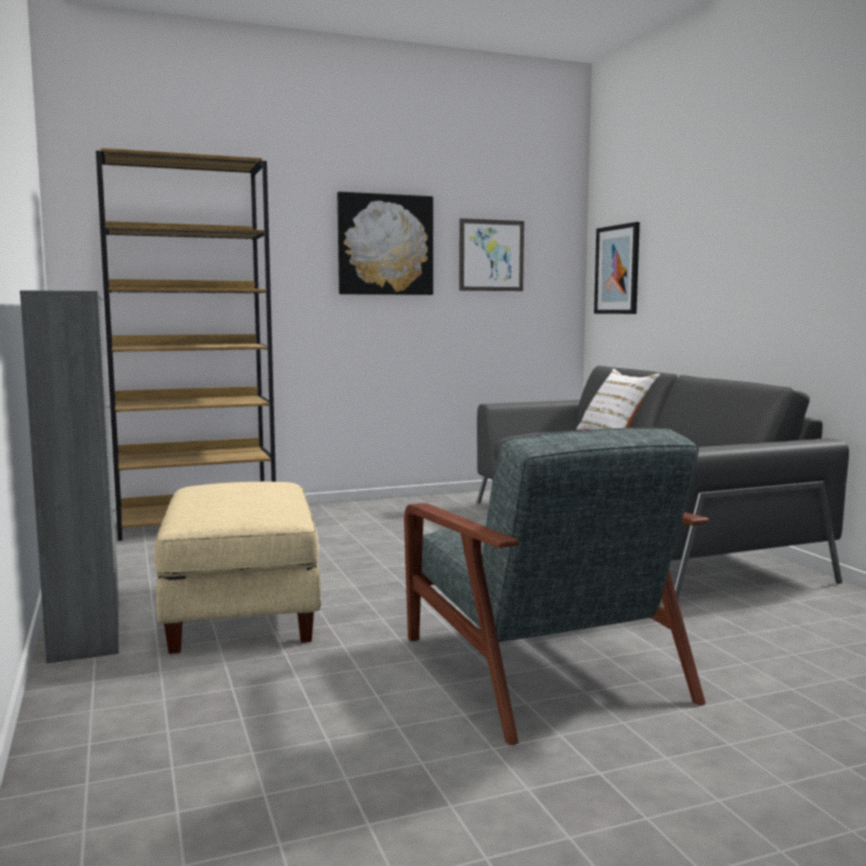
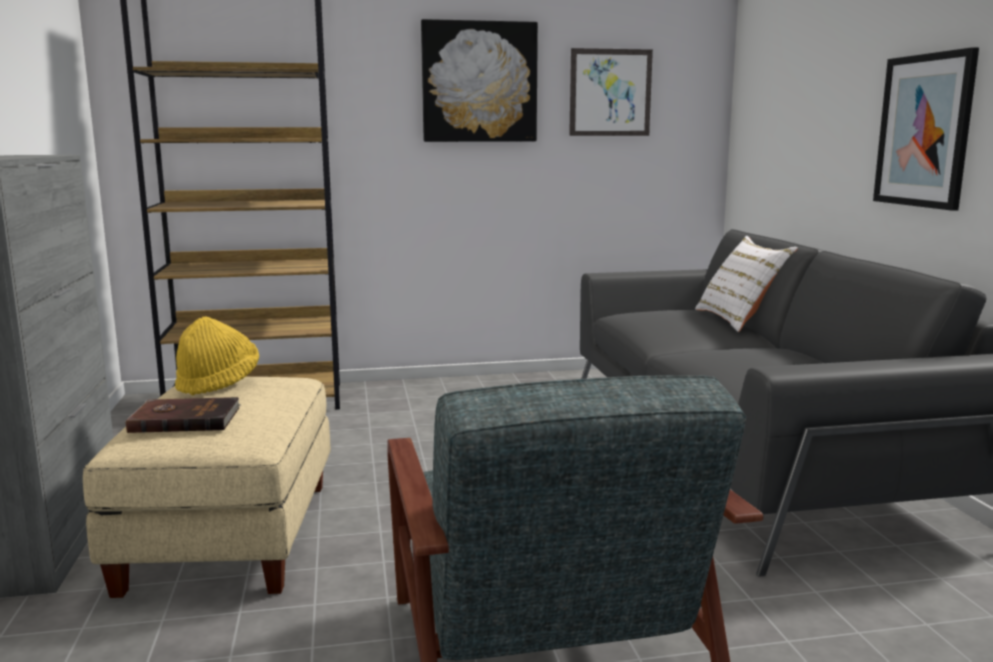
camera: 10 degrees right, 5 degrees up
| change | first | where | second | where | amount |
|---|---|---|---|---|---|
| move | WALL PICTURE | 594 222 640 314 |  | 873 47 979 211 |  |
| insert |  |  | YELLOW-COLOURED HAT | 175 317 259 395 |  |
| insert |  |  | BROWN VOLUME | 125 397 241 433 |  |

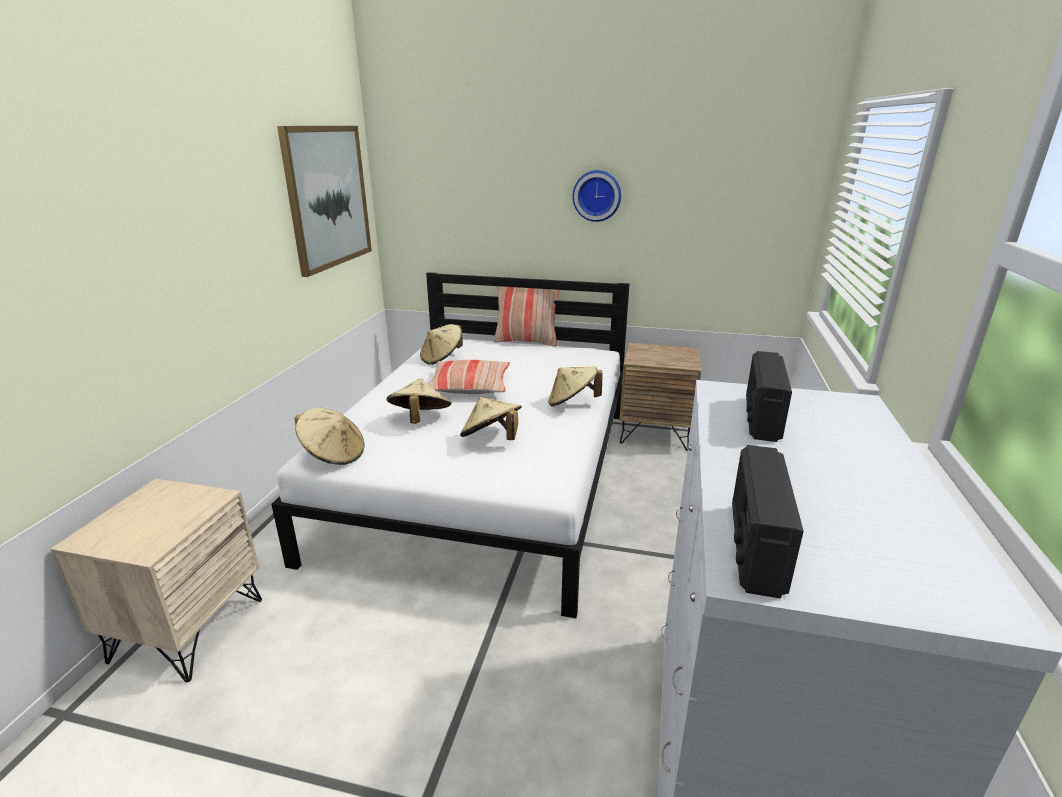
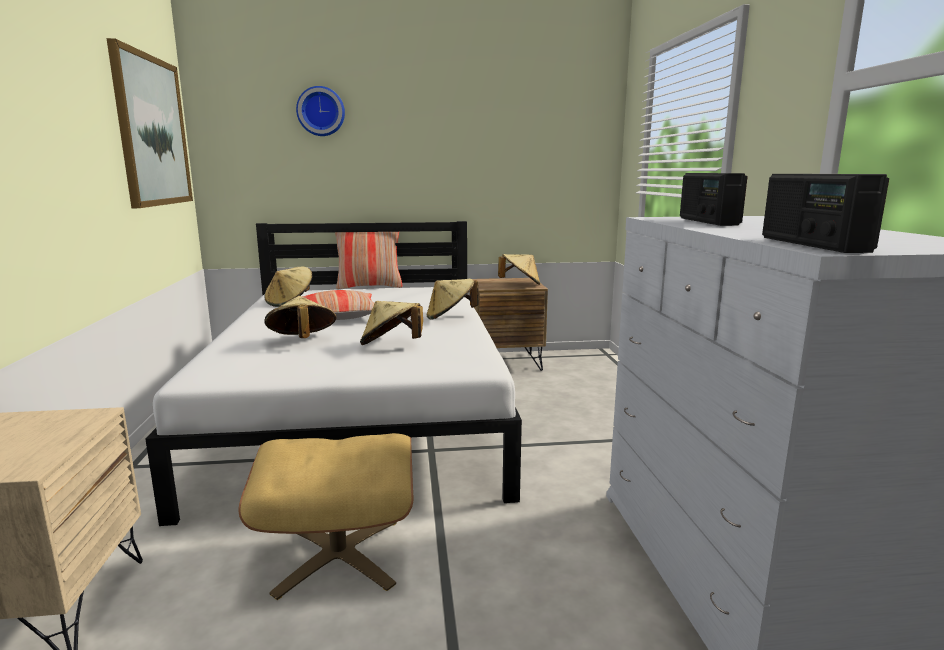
camera: 20 degrees left, 10 degrees down
| change | first | where | second | where | amount |
|---|---|---|---|---|---|
| move | WALL CLOCK | 573 170 621 222 |  | 296 86 345 136 |  |
| move | BEIGE-COLOURED HAT | 295 408 364 465 |  | 498 254 540 285 |  |
| insert |  |  | BEIGE-COLOURED POUFFE | 239 433 414 600 |  |

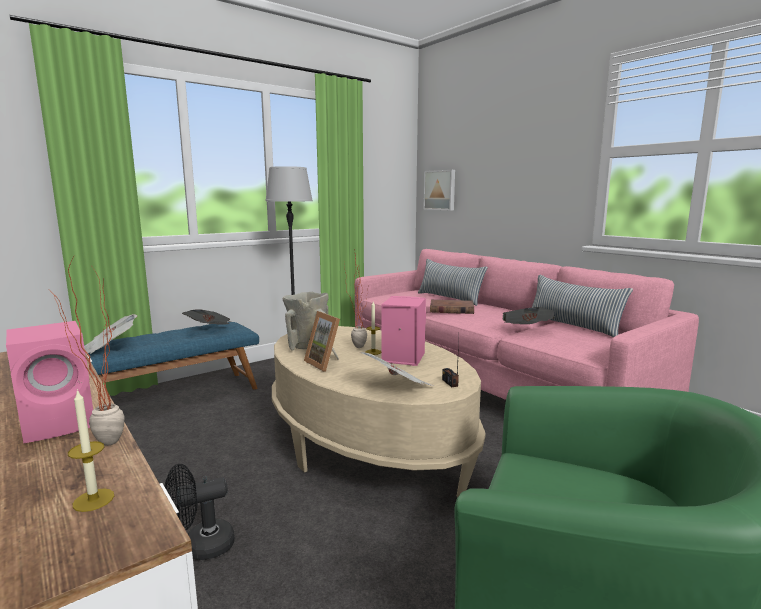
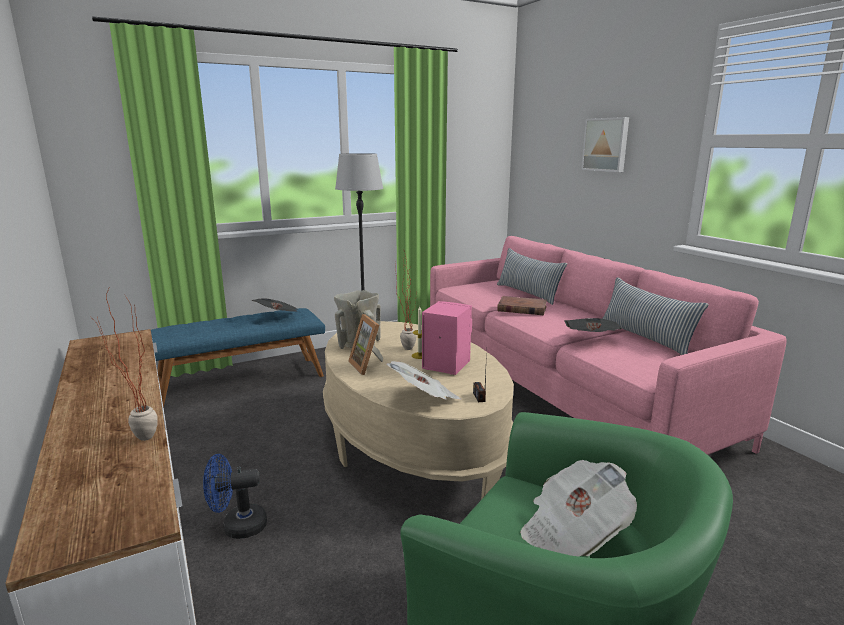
camera: 10 degrees right, 5 degrees up
| change | first | where | second | where | amount |
|---|---|---|---|---|---|
| move | WALL PICTURE | 423 170 455 210 |  | 581 117 629 172 |  |
| move | NEWSPAPER | 84 314 137 354 |  | 520 460 637 557 |  |
| delete | PINKISH LOUDSPEAKER | 6 321 93 443 |  |  |  |
| delete | CANDLE | 68 389 114 512 |  |  |  |
| recolor | BLACK COOLING FAN | 165 464 235 560 | BLUE-COLOURED COOLING FAN | 203 454 267 539 |  |

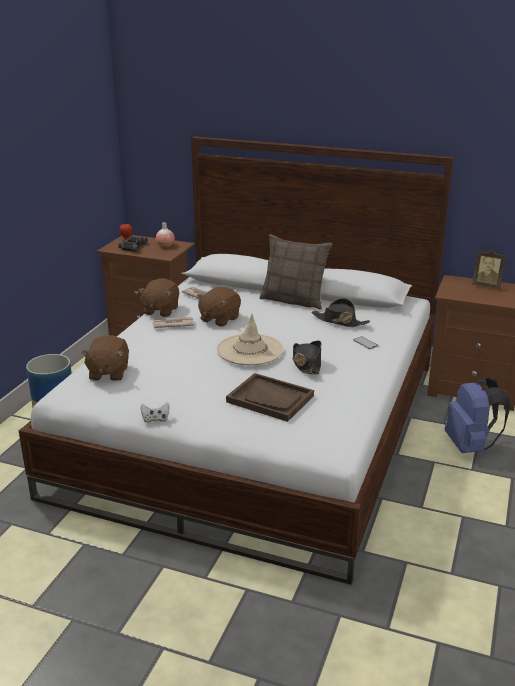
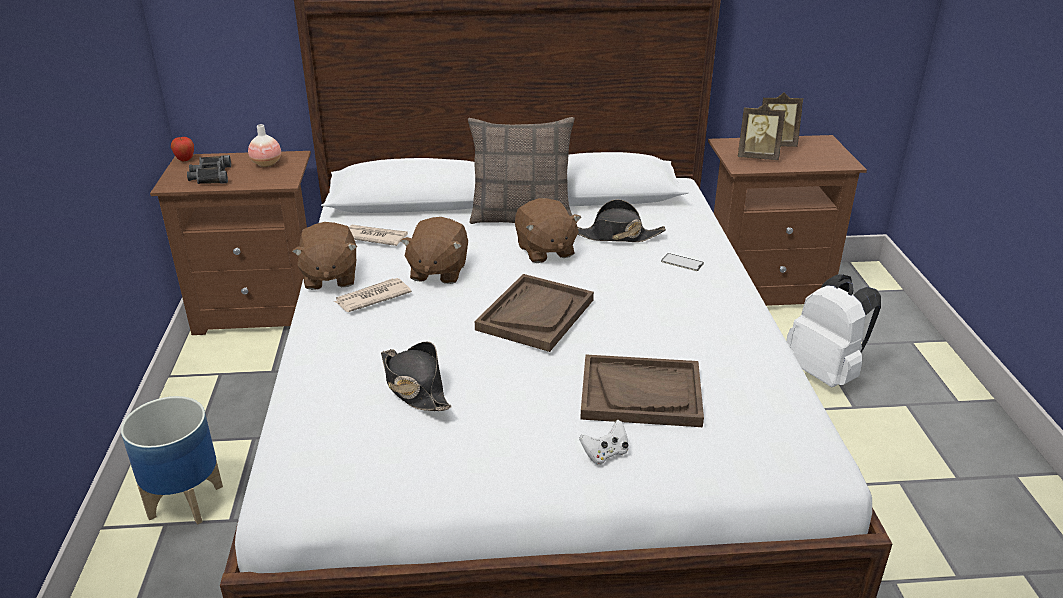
camera: 25 degrees left, 5 degrees up
| change | first | where | second | where | amount |
|---|---|---|---|---|---|
| replace | BEIGE-COLOURED HAT | 217 314 283 365 | BROWN CARRYING TRAY | 475 274 594 352 |  |
| move | BROWN SOFT TOY | 81 335 129 381 |  | 515 198 581 263 |  |
| move | BLACK HAT | 292 341 321 375 |  | 381 342 452 411 |  |
| recolor | BLUE-COLOURED BACKPACK | 445 377 510 453 | WHITE BACKPACK | 786 274 881 387 |  |
| move | WHITE GAME CONTROLLER | 140 402 170 423 |  | 579 420 629 465 |  |
| insert |  |  | STANDING FRAME | 738 103 786 160 |  |

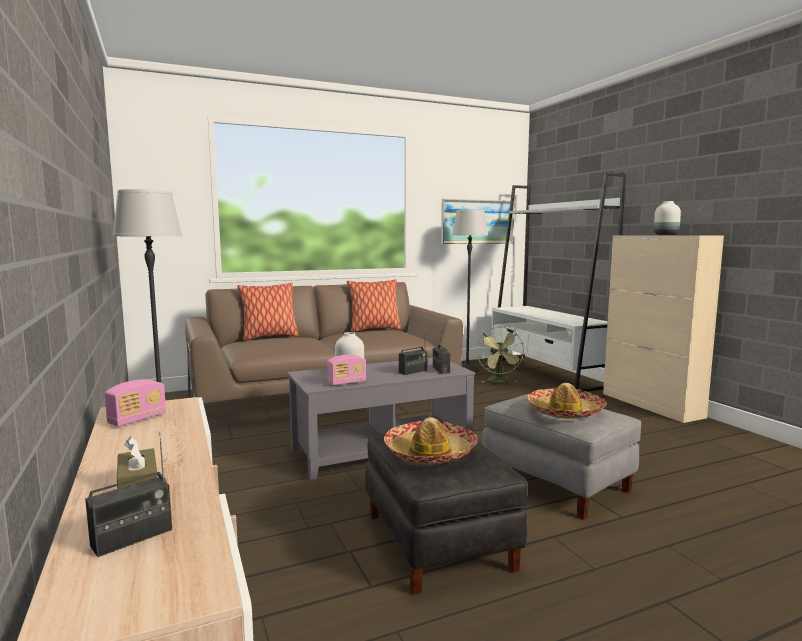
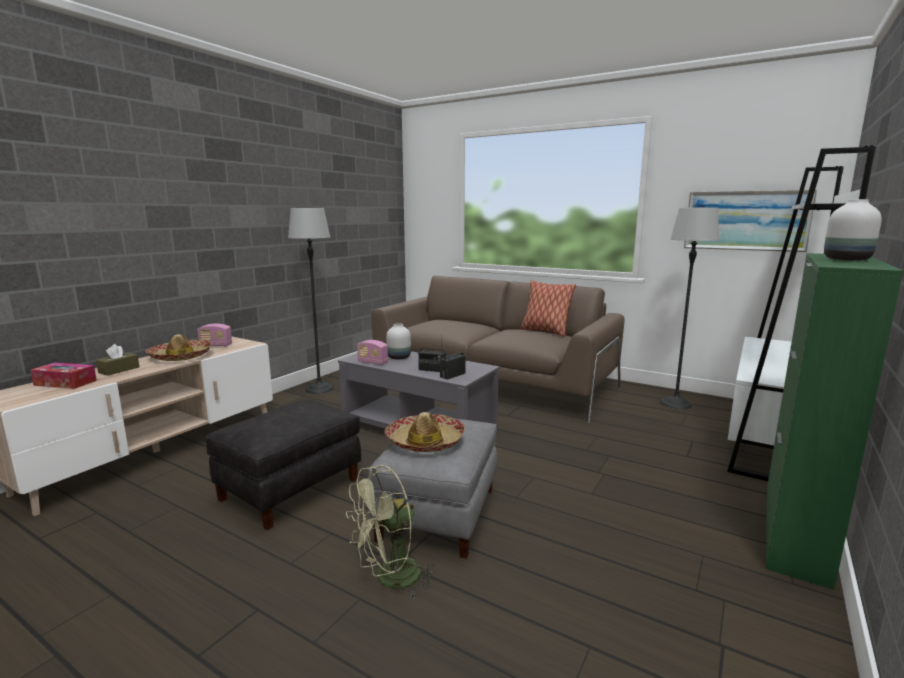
camera: 55 degrees right, 5 degrees up
| change | first | where | second | where | amount |
|---|---|---|---|---|---|
| recolor | BEIGE-COLOURED STORAGE CABINET | 603 235 724 423 | GREEN STORAGE CABINET | 766 253 903 590 |  |
| delete | THROW PILLOW | 237 283 299 341 |  |  |  |
| move | GREEN COOLING FAN | 476 327 524 383 |  | 346 465 436 599 |  |
| move | HAT | 384 417 478 465 |  | 145 334 212 361 |  |
| replace | RADIO SET | 85 432 172 557 | TISSUE HOLDER | 30 363 97 389 |  |

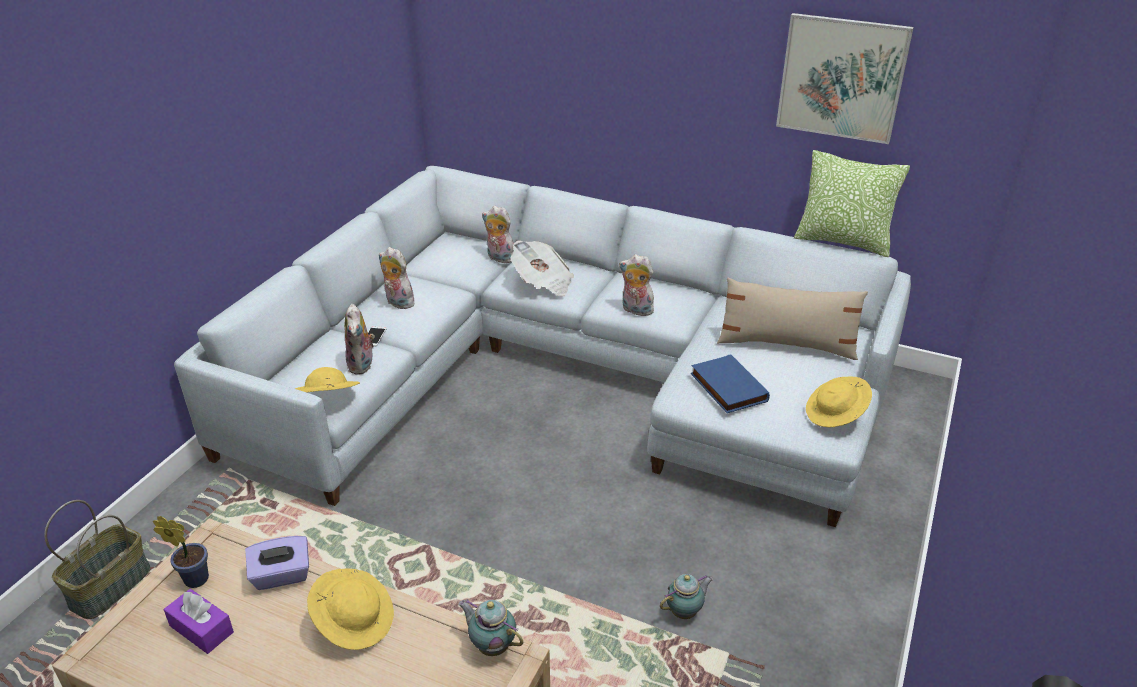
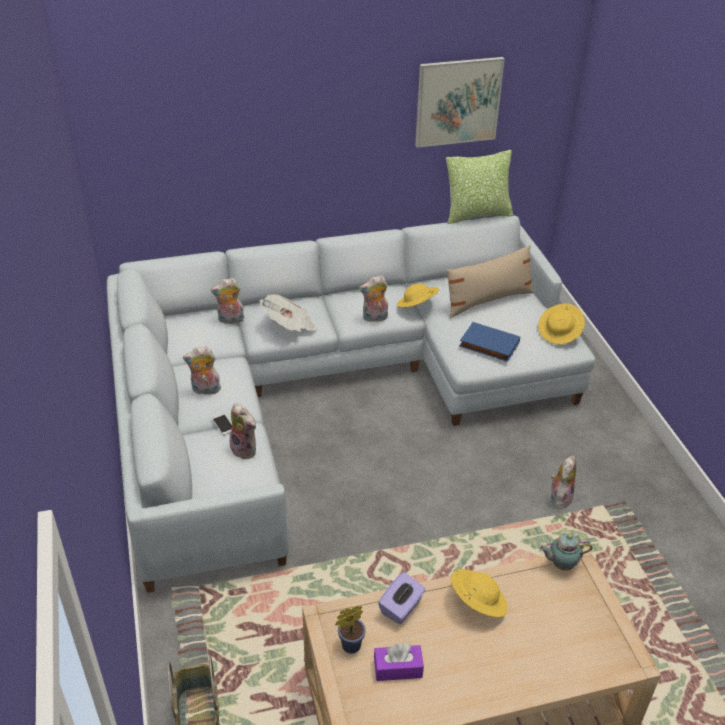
camera: 40 degrees left, 5 degrees up
| change | first | where | second | where | amount |
|---|---|---|---|---|---|
| move | YELLOW-COLOURED HAT | 295 367 360 392 |  | 397 284 439 308 |  |
| replace | POT FOR TEA | 660 574 713 619 | SOFT TOY | 551 456 576 509 |  |

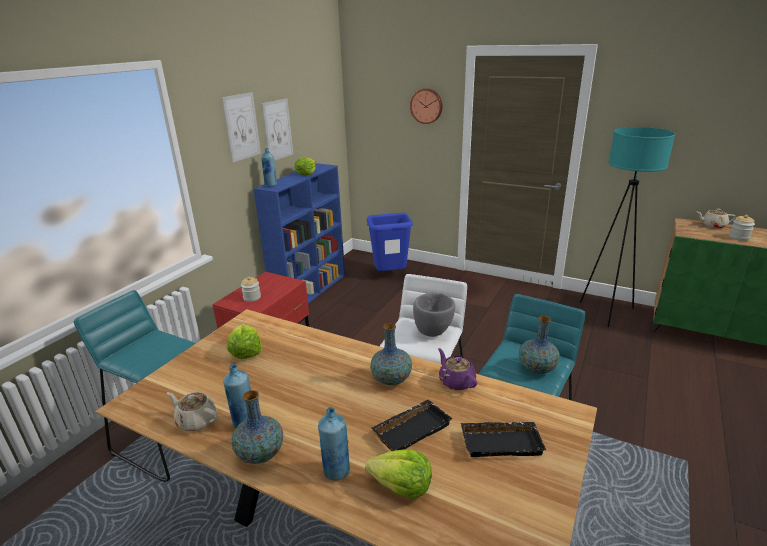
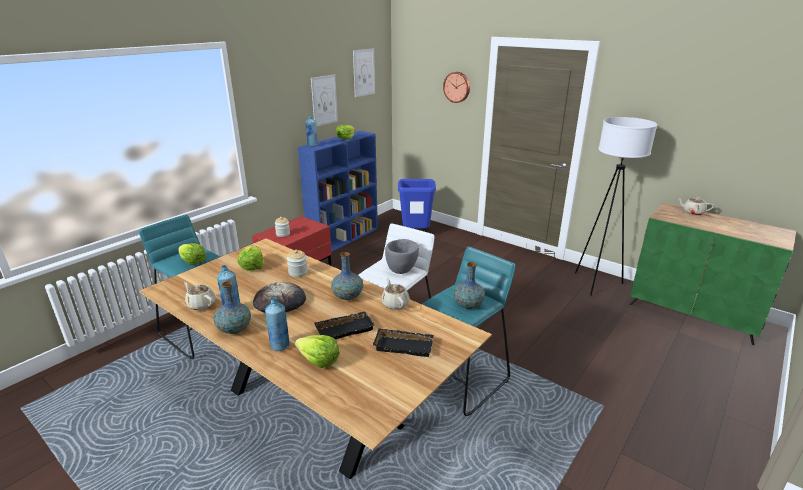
camera: 10 degrees right, 0 degrees up
| change | first | where | second | where | amount |
|---|---|---|---|---|---|
| move | WALL PICTURE | 222 92 261 162 |  | 353 48 375 97 |  |
| recolor | TURQUOISE-COLOURED STANDING LAMP | 580 127 675 327 | WHITE STANDING LAMP | 575 117 657 296 |  |
| move | STORAGE JAR | 729 215 755 241 |  | 287 250 308 277 |  |
| recolor | PURPLISH POT FOR TEA | 438 348 477 390 | BEIGE-COLOURED POT FOR TEA | 381 278 410 310 |  |
| insert |  |  | HEAD OF LETTUCE | 179 243 207 265 |  |
| insert |  |  | BREAD | 253 282 306 313 |  |

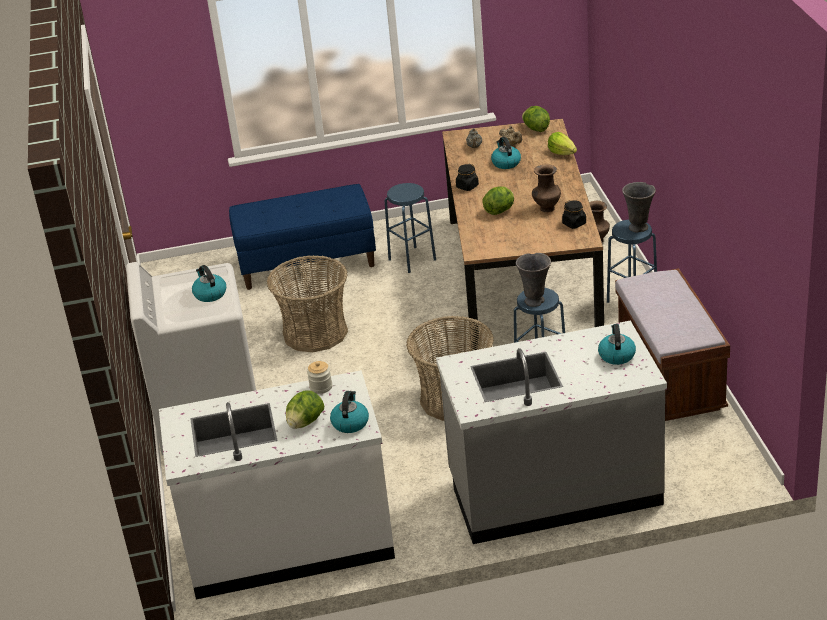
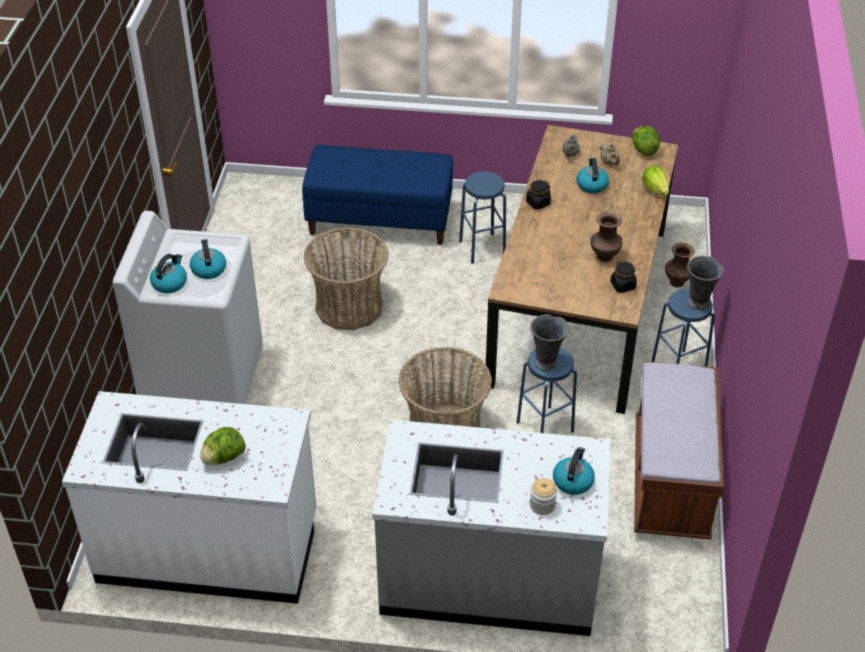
camera: 15 degrees right, 10 degrees up
| change | first | where | second | where | amount |
|---|---|---|---|---|---|
| delete | HEAD OF LETTUCE | 482 186 514 215 |  |  |  |
| move | STORAGE JAR | 307 361 332 394 |  | 530 478 557 515 |  |
| move | TEA KETTLE | 330 391 369 433 |  | 150 254 187 293 |  |

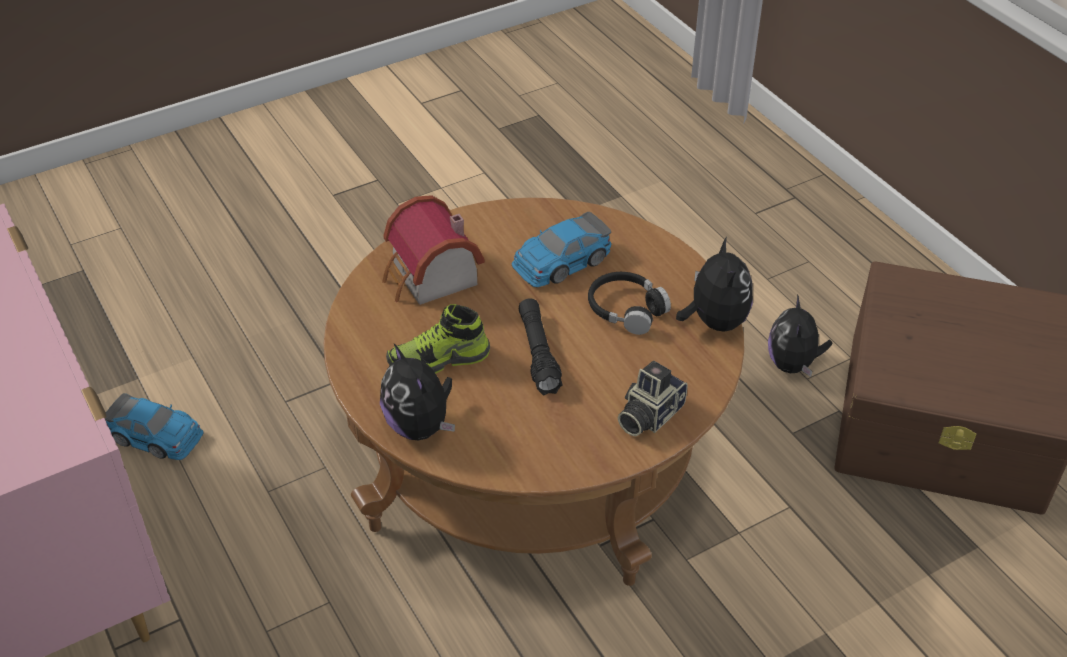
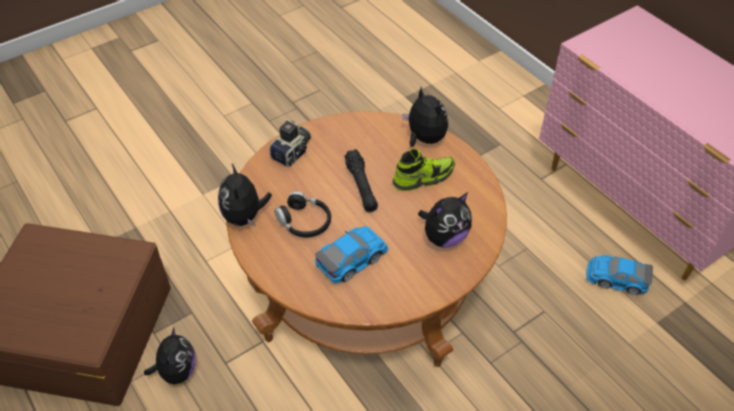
camera: 175 degrees right, 5 degrees up
| change | first | where | second | where | amount |
|---|---|---|---|---|---|
| replace | TOY HOUSE | 382 195 485 305 | SOFT TOY | 418 192 472 247 |  |

